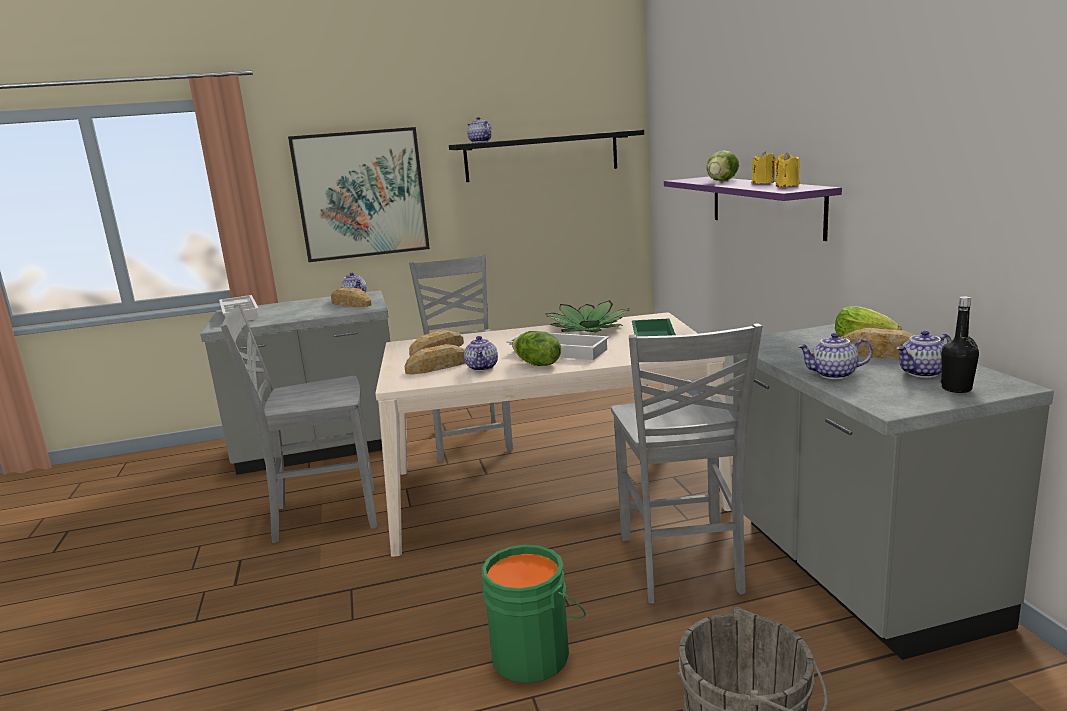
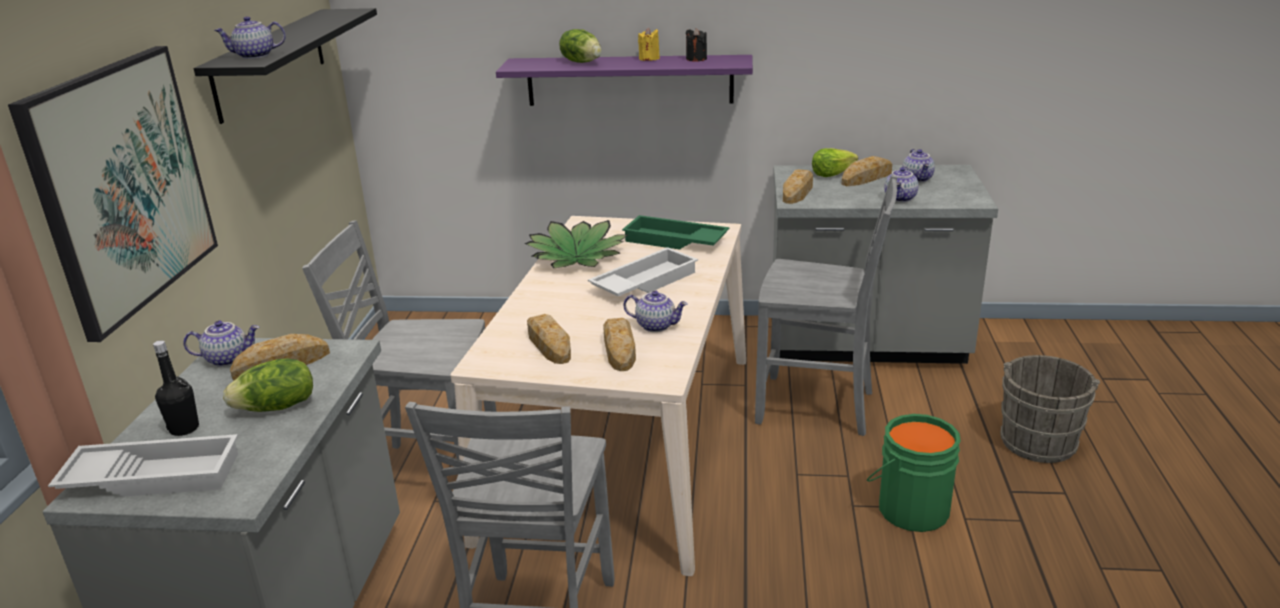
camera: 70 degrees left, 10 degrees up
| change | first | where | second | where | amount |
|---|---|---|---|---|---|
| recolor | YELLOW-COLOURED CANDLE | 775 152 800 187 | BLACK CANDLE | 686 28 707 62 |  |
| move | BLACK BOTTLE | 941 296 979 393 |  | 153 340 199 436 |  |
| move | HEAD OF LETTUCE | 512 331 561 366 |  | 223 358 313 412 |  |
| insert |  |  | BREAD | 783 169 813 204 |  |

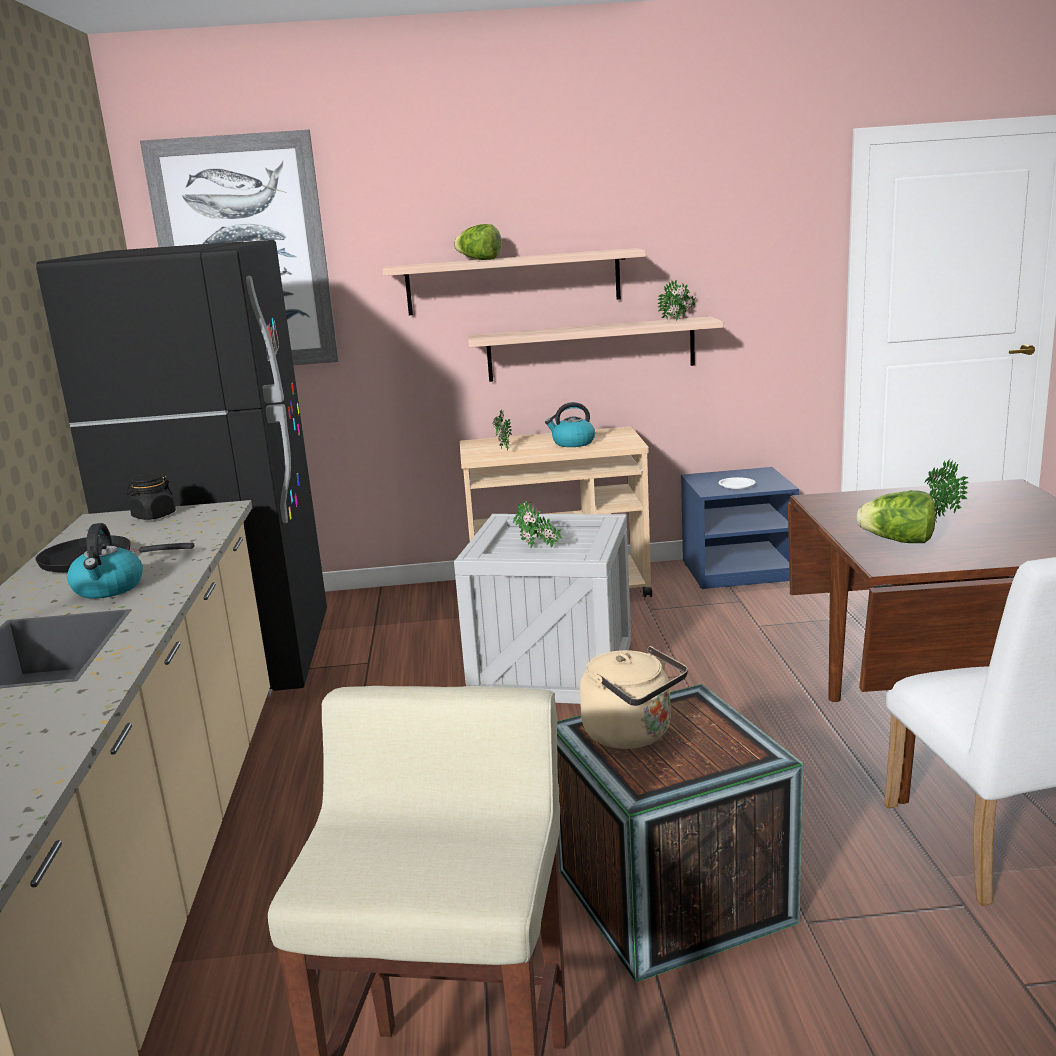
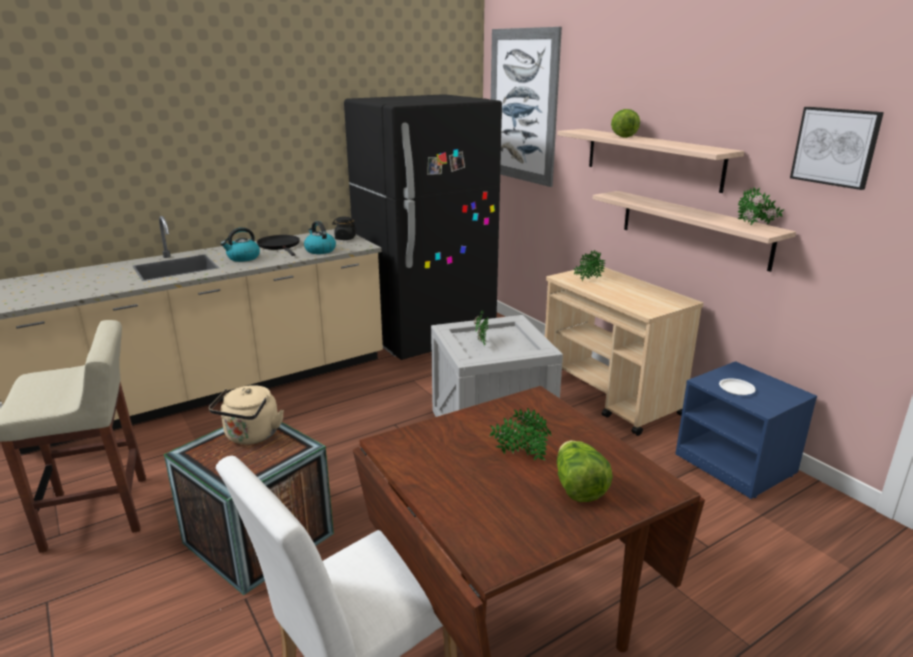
camera: 60 degrees right, 5 degrees up
| change | first | where | second | where | amount |
|---|---|---|---|---|---|
| move | TEA KETTLE | 545 402 595 447 |  | 304 221 336 254 |  |
| move | HEAD OF LETTUCE | 856 490 936 543 |  | 557 441 613 502 |  |
| insert |  |  | WALL PICTURE | 790 107 884 190 |  |

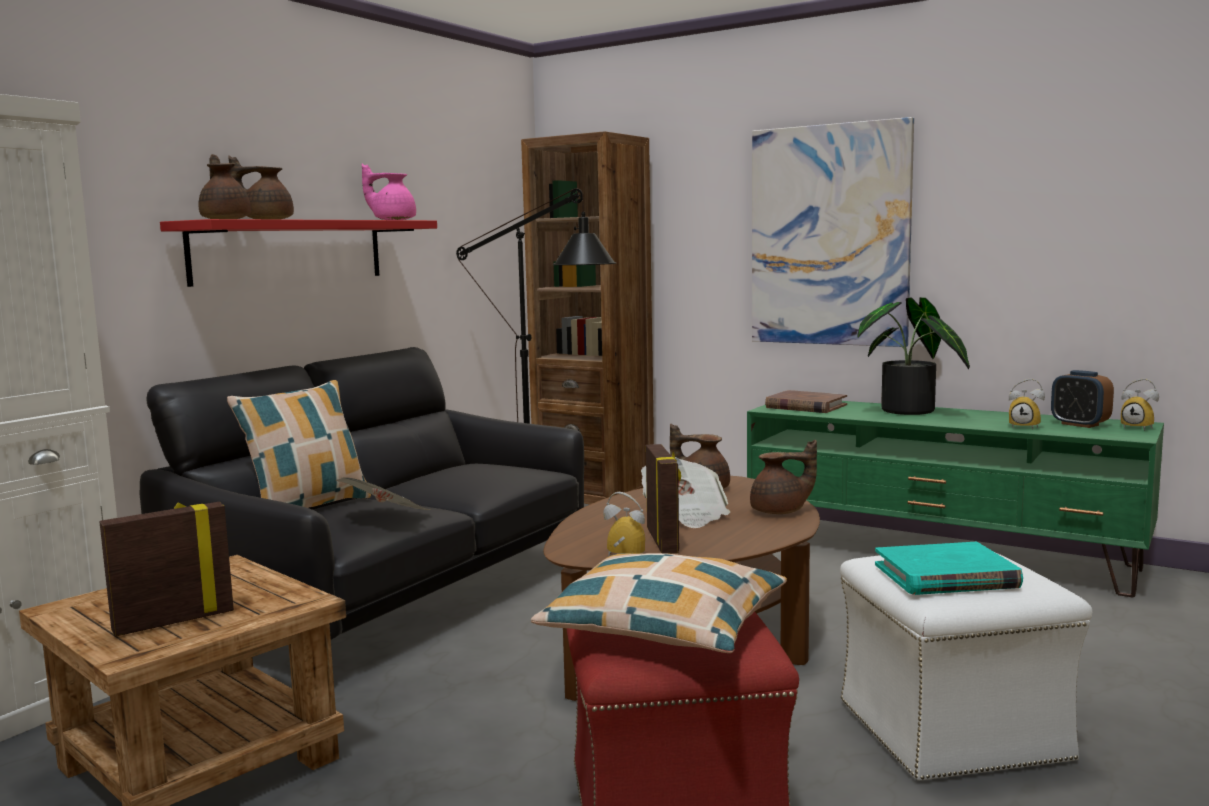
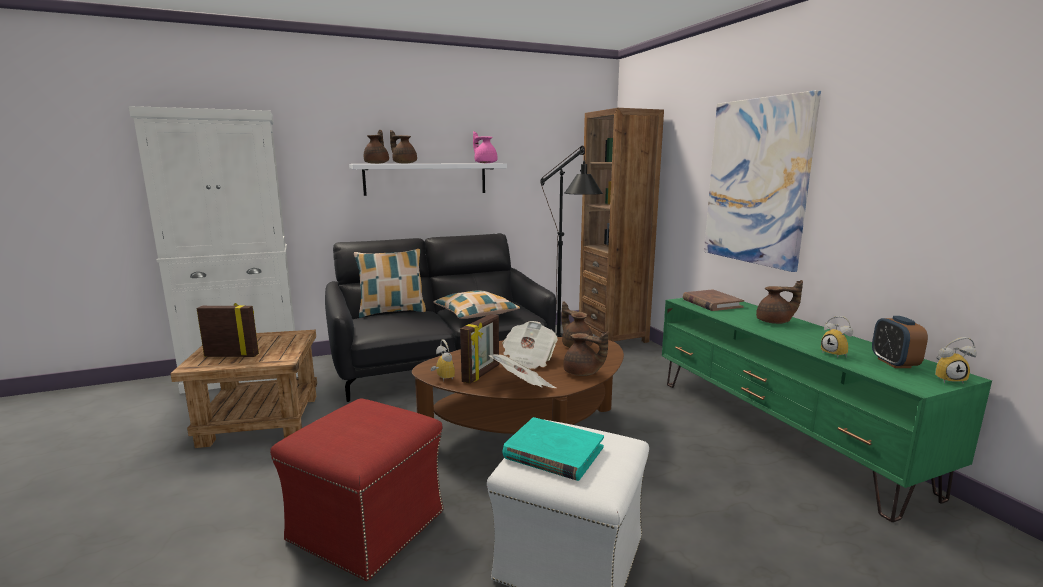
camera: 35 degrees right, 5 degrees up
| change | first | where | second | where | amount |
|---|---|---|---|---|---|
| recolor | RED-COLOURED WALL SHELF | 160 219 437 287 | WHITE WALL SHELF | 349 163 507 196 |  |
| replace | POTTED PLANT | 857 297 970 415 | BROWN POT FOR TEA | 756 280 803 324 |  |
| rotate | ALARM CLOCK | 1121 379 1159 430 |  | 935 337 977 383 | 75 degrees counterclockwise |
| move | NEWSPAPER | 336 477 431 510 |  | 489 354 557 388 |  |
| move | THROW PILLOW | 530 553 787 653 |  | 433 290 520 319 |  |

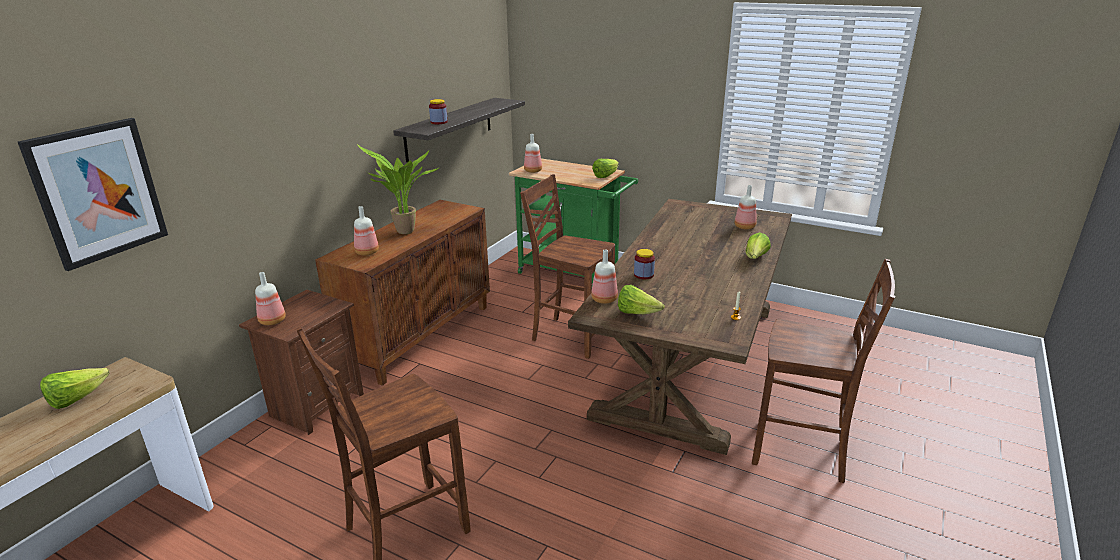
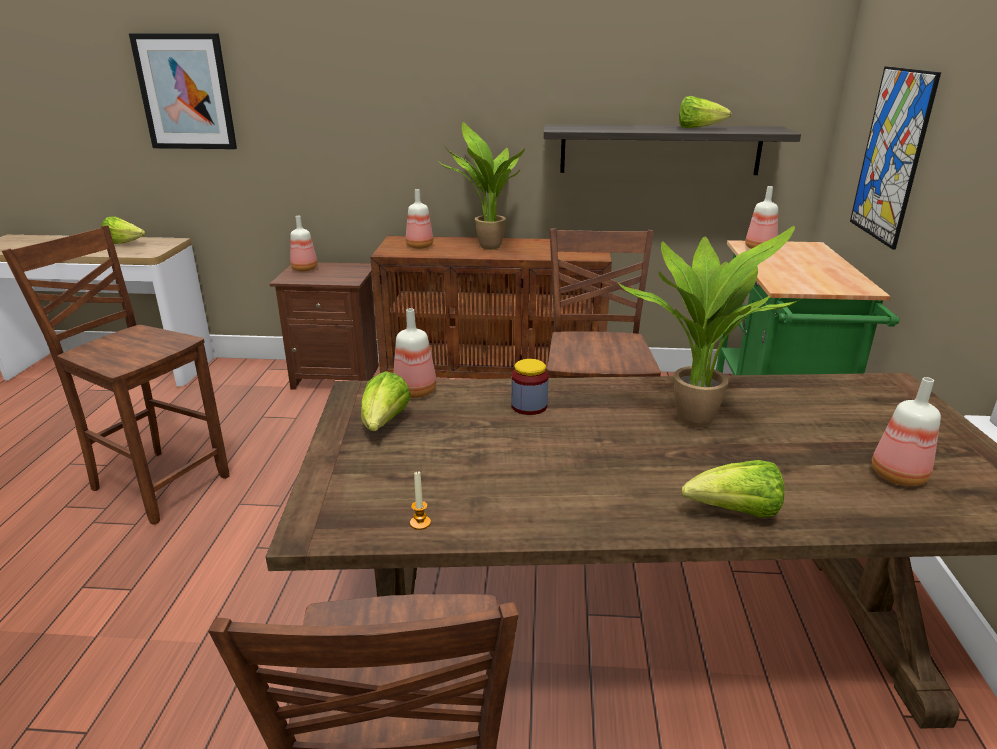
camera: 65 degrees right, 0 degrees up
| change | first | where | second | where | amount |
|---|---|---|---|---|---|
| delete | STORAGE JAR | 429 99 448 124 |  |  |  |
| move | HEAD OF LETTUCE | 592 159 619 178 |  | 679 96 732 129 |  |
| insert |  |  | WALL PICTURE | 850 66 941 250 |  |
| insert |  |  | POTTED PLANT | 618 226 800 428 |  |

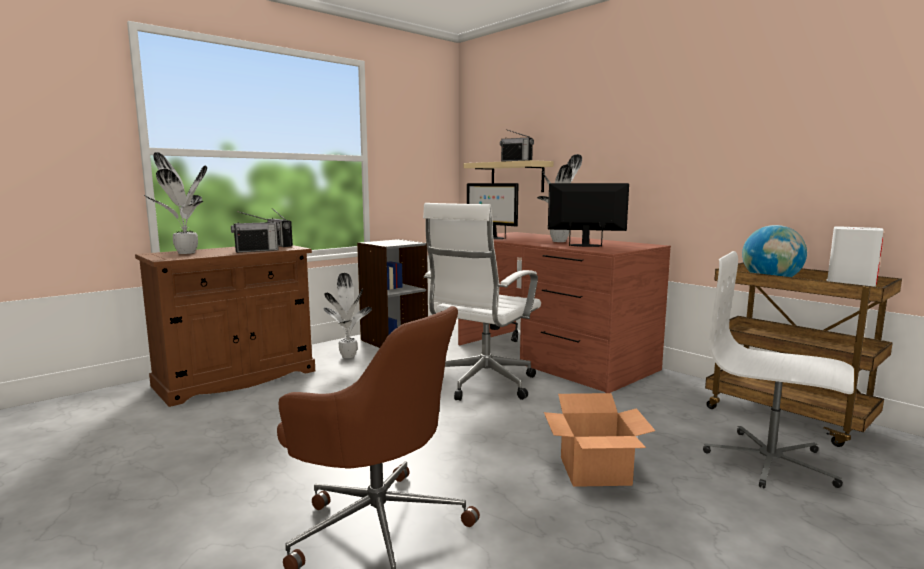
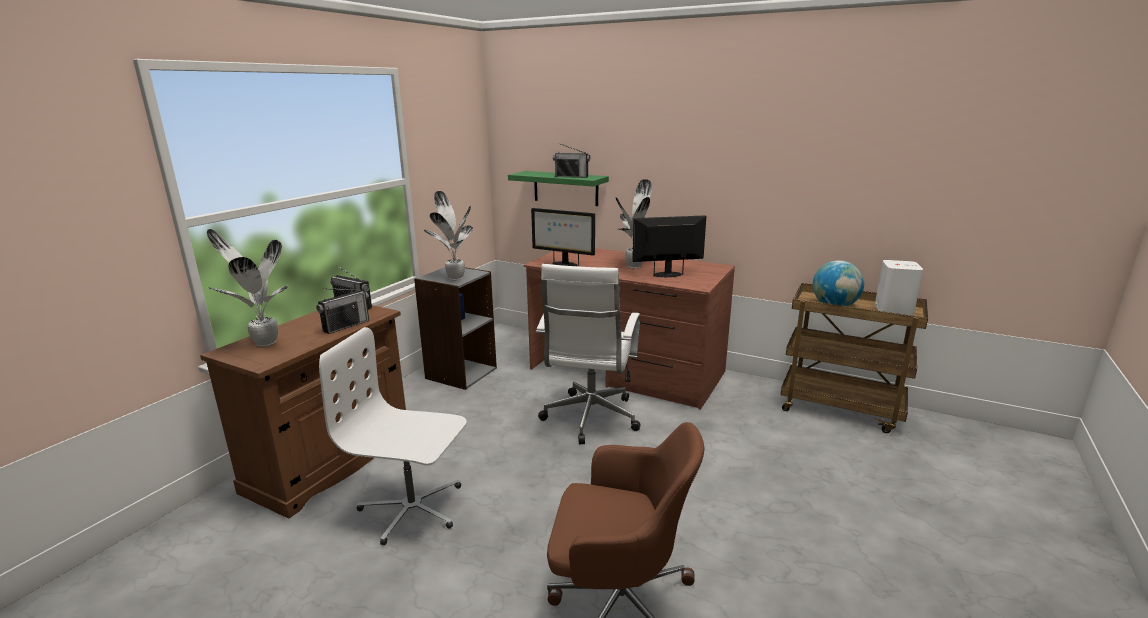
camera: 20 degrees left, 10 degrees up
| change | first | where | second | where | amount |
|---|---|---|---|---|---|
| recolor | BEIGE-COLOURED WALL SHELF | 464 160 553 192 | GREEN WALL SHELF | 508 171 609 206 |  |
| move | WHITE COMPUTER CHAIR | 703 251 854 488 |  | 319 327 467 545 |  |
| move | POTTED PLANT | 323 273 372 358 |  | 424 191 473 280 |  |
| delete | CARTON | 544 393 655 487 |  |  |  |

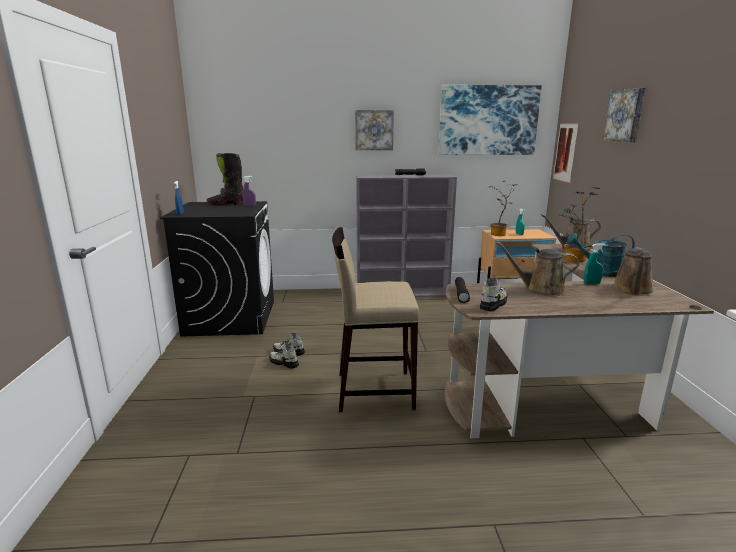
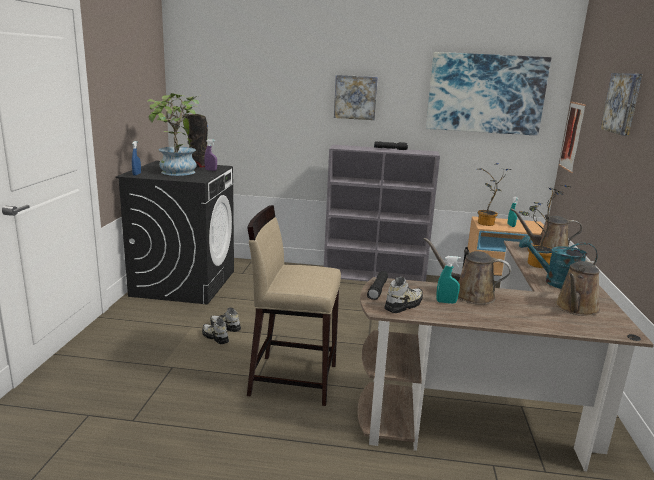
camera: 10 degrees right, 0 degrees up
| change | first | where | second | where | amount |
|---|---|---|---|---|---|
| move | TURQUOISE-COLOURED SPRAYER | 584 243 606 285 |  | 437 256 461 304 |  |
| insert |  |  | POTTED PLANT | 147 93 199 176 |  |

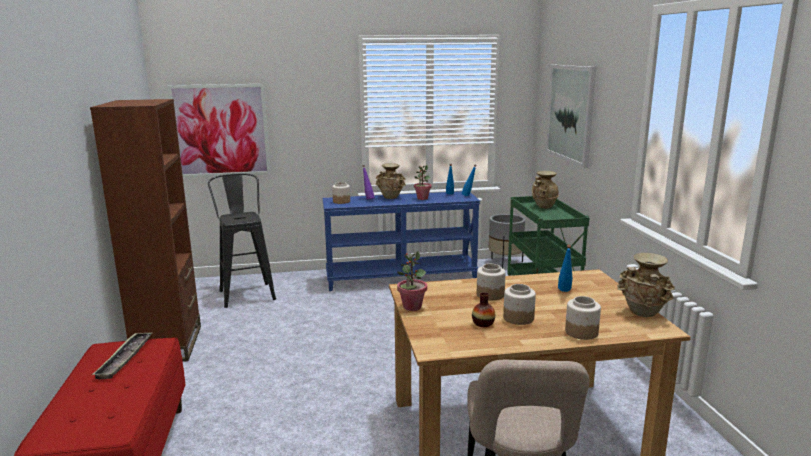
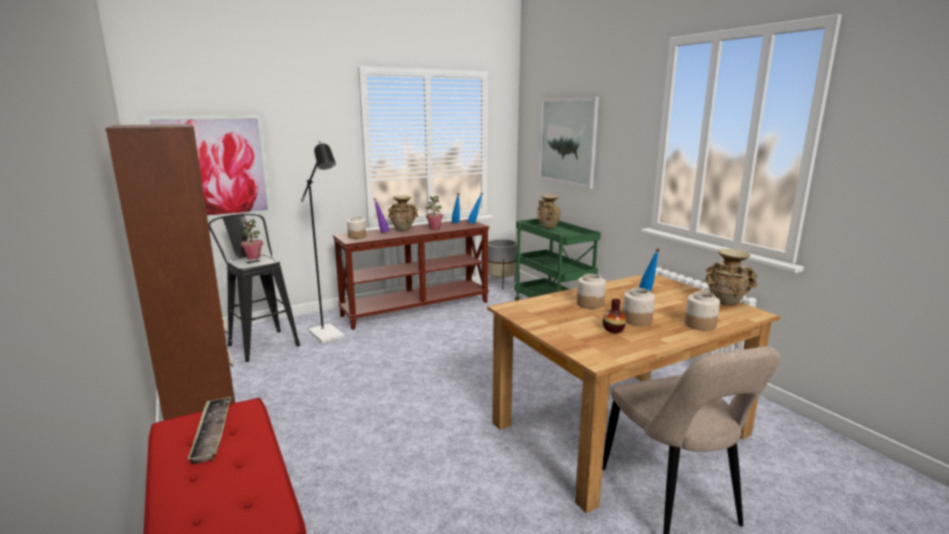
camera: 20 degrees left, 0 degrees up
| change | first | where | second | where | amount |
|---|---|---|---|---|---|
| recolor | BLUE-COLOURED CONSOLE TABLE | 323 191 480 291 | BROWN CONSOLE TABLE | 333 220 489 330 |  |
| move | POTTED PLANT | 397 251 427 311 |  | 240 219 263 259 |  |
| insert |  |  | BLACK STANDING LAMP | 301 141 344 343 |  |

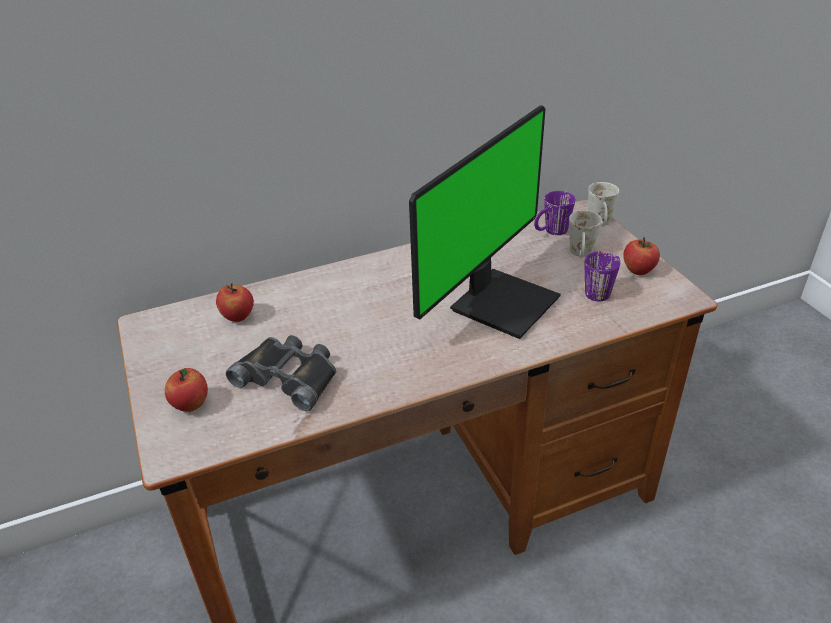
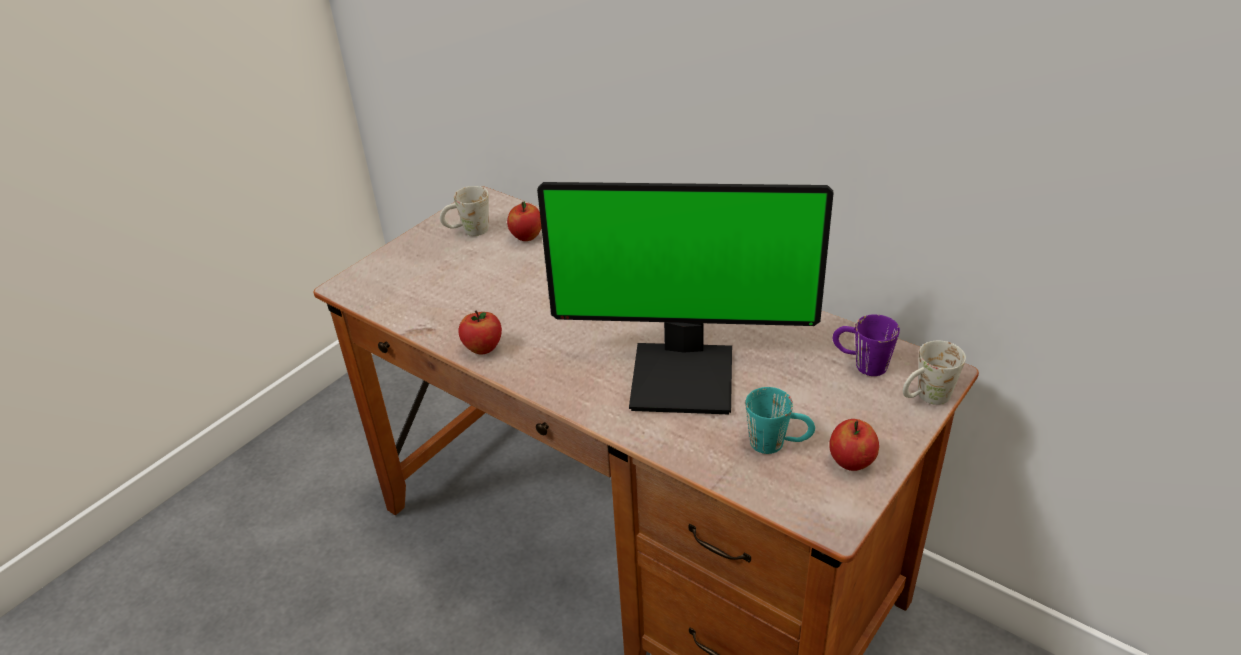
camera: 60 degrees right, 0 degrees up
| change | first | where | second | where | amount |
|---|---|---|---|---|---|
| move | WHITE TEA MUG | 569 211 602 258 |  | 440 186 489 236 |  |
| recolor | PURPLISH TEA MUG | 584 251 620 301 | TURQUOISE-COLOURED TEA MUG | 745 387 815 454 |  |
| delete | BLACK FIELD GLASSES | 226 335 336 411 |  |  |  |
| move | APPLE | 165 368 208 412 |  | 458 310 502 355 |  |

